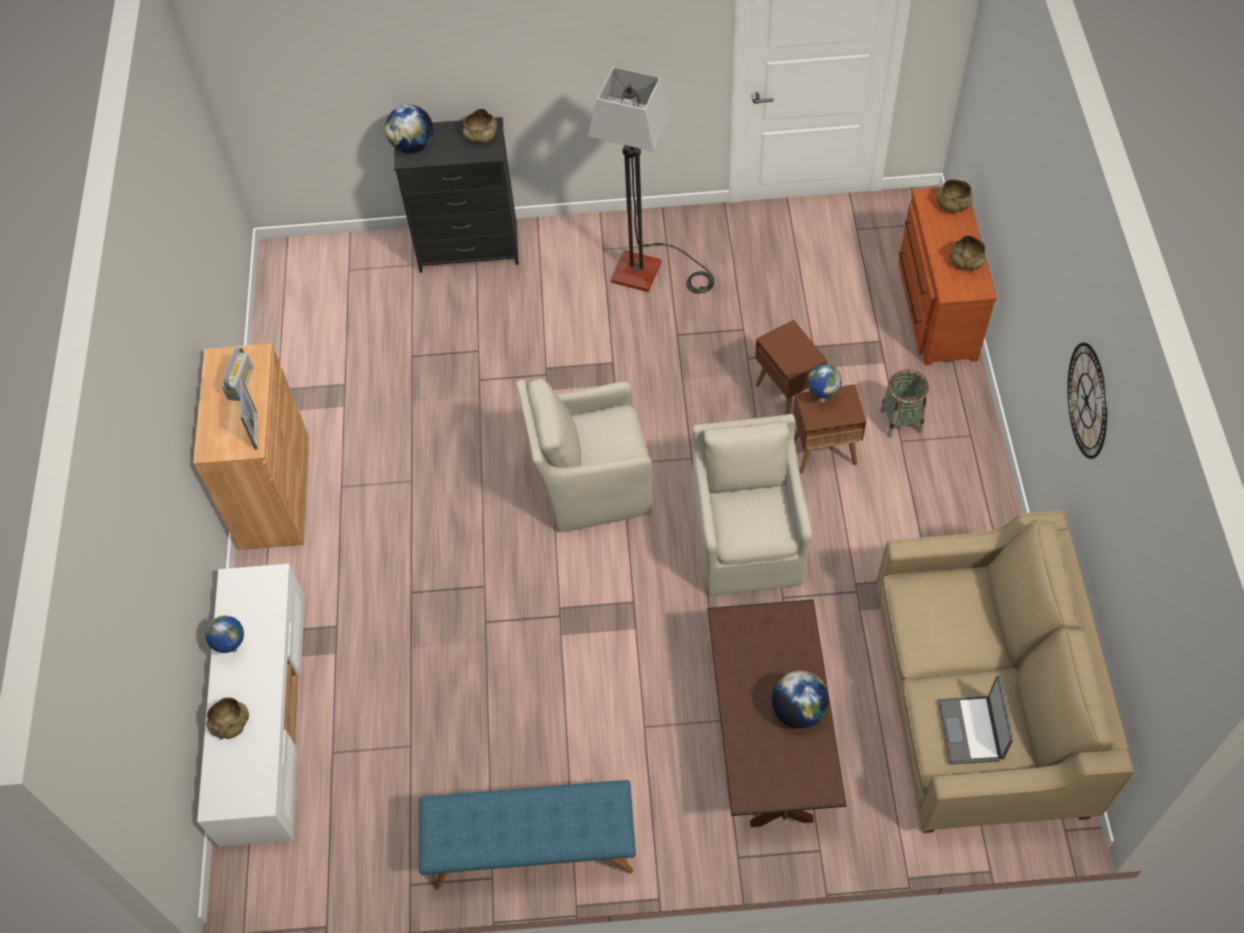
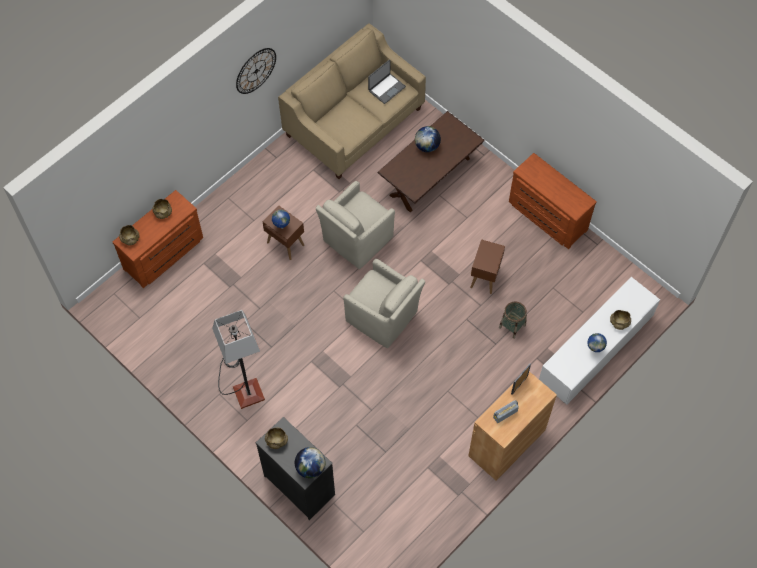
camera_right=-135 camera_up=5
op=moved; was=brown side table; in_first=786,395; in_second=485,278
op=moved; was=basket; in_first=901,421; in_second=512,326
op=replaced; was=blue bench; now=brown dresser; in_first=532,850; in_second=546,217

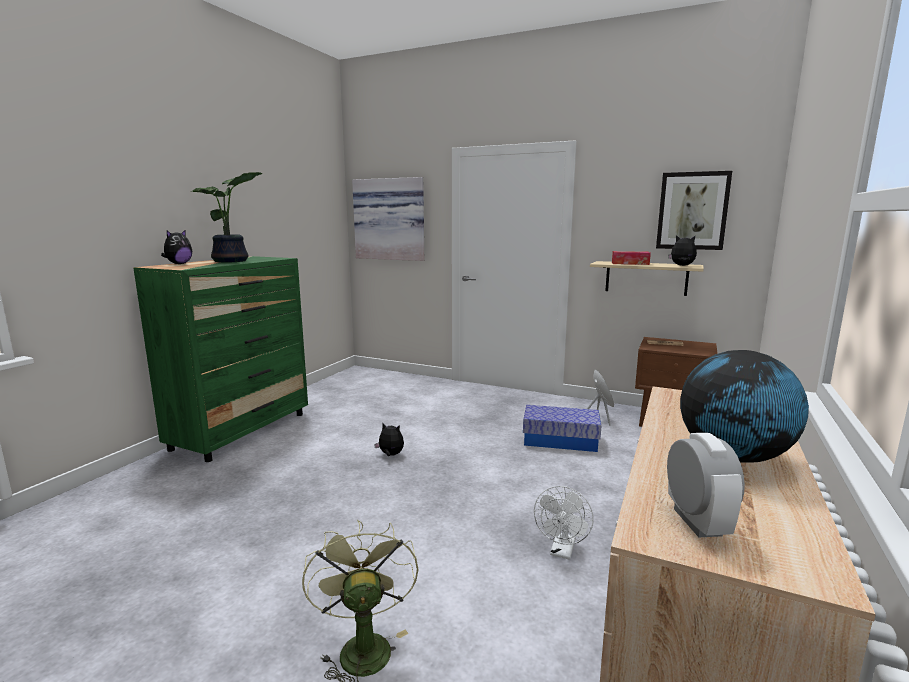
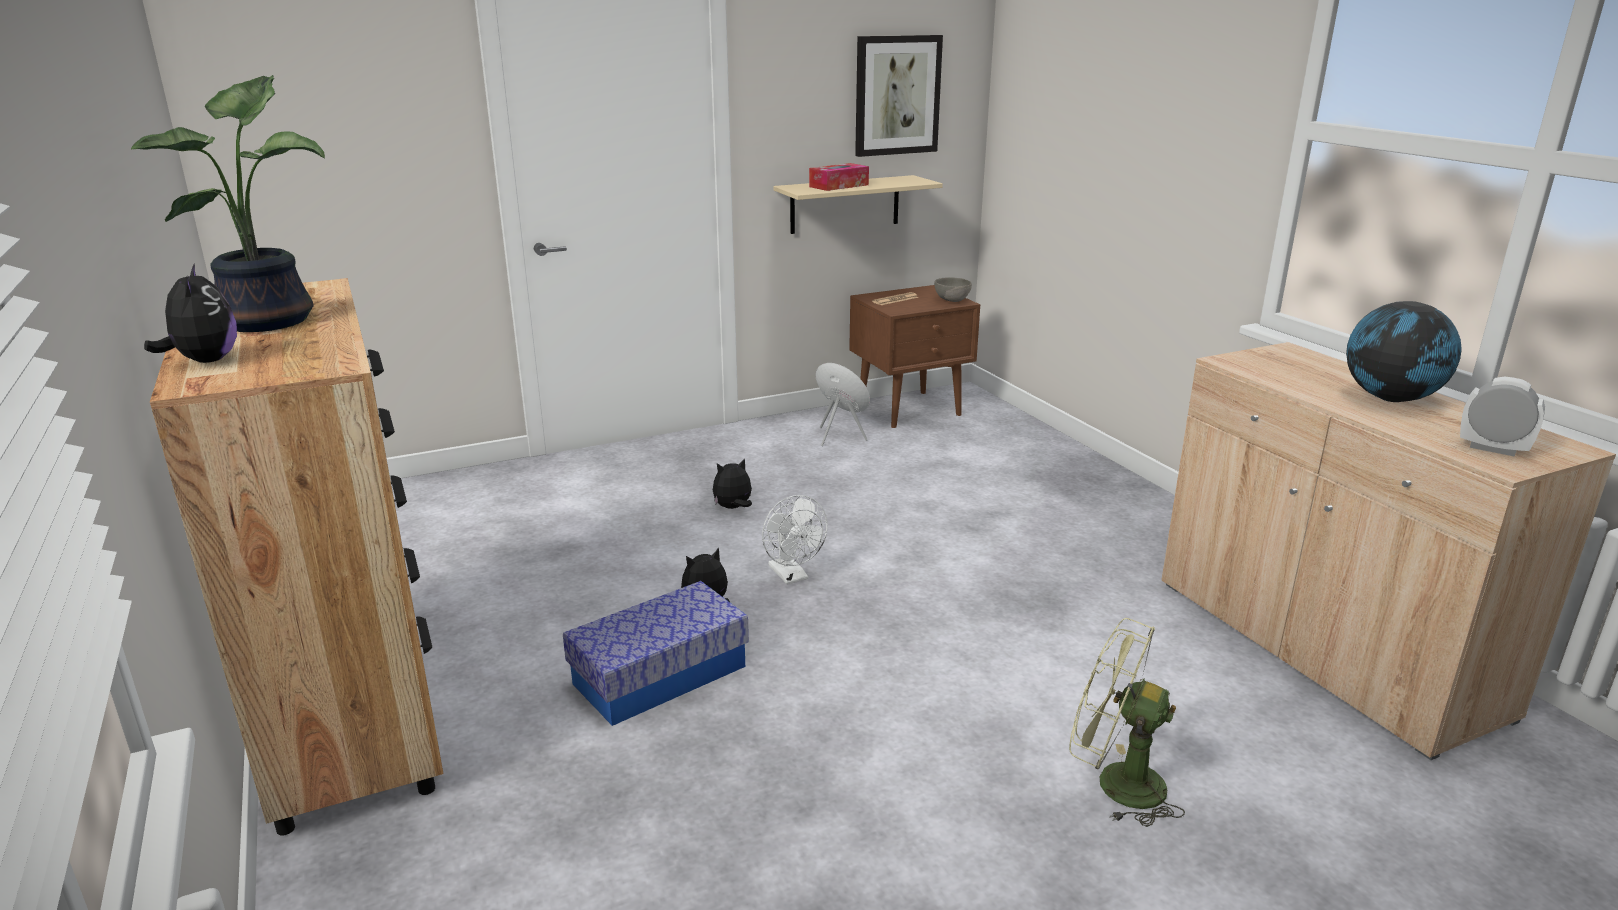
camera_right=-50 camera_up=10
op=removed; was=picture; in_first=390,219
op=added; now=grey bowl; in_second=952,300
op=moved; was=storage box; in_first=560,440; in_second=660,675
op=moved; was=white fan; in_first=562,551; in_second=792,576
op=moved; was=plush toy; in_first=682,266; in_second=733,508
op=recoloured; was=green dresser; now=brown dresser; in_first=242,431; in_second=352,715

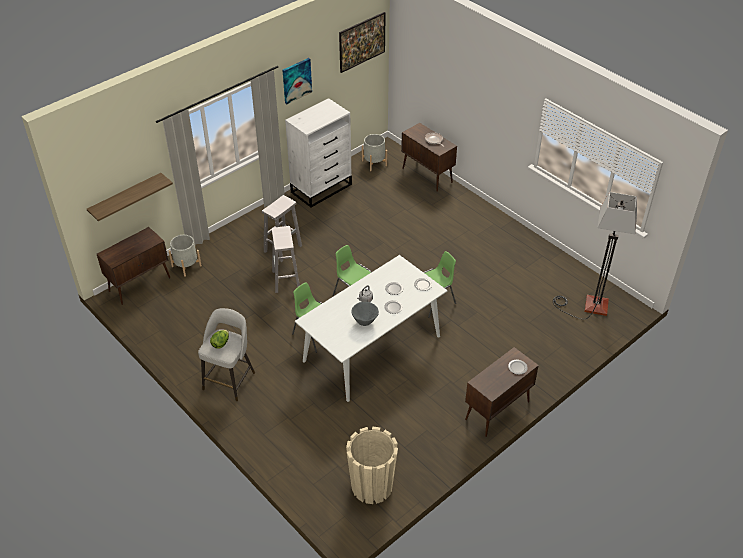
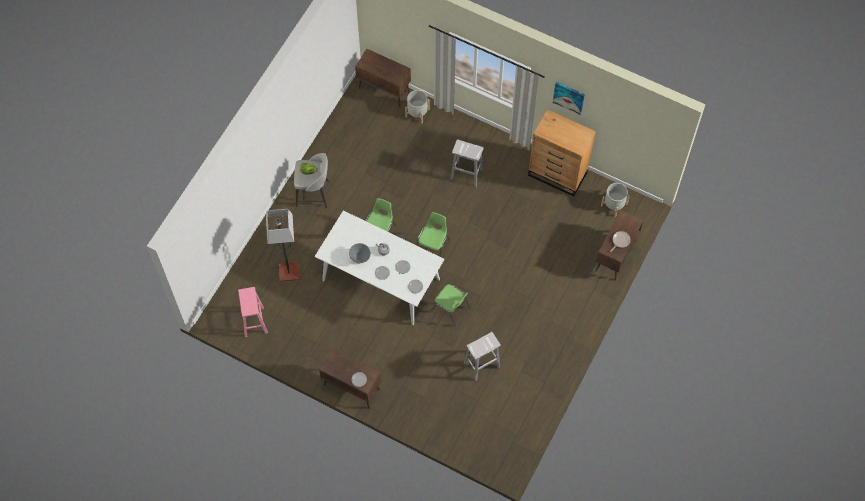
camera_right=70 camera_up=20
op=removed; was=shelf; in_first=126,197
op=removed; was=picture; in_first=362,52
op=moved; was=white stool; in_first=286,280; in_second=481,365
op=moved; was=floor lamp; in_first=588,306; in_second=286,266
op=replaced; was=beige planter; now=pink stool; in_first=372,486; in_second=254,321
op=recoloured; was=white dresser; now=brown dresser; in_first=322,188; in_second=558,174

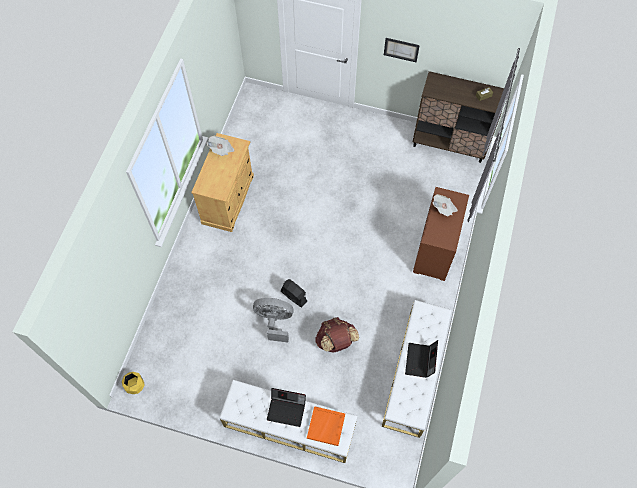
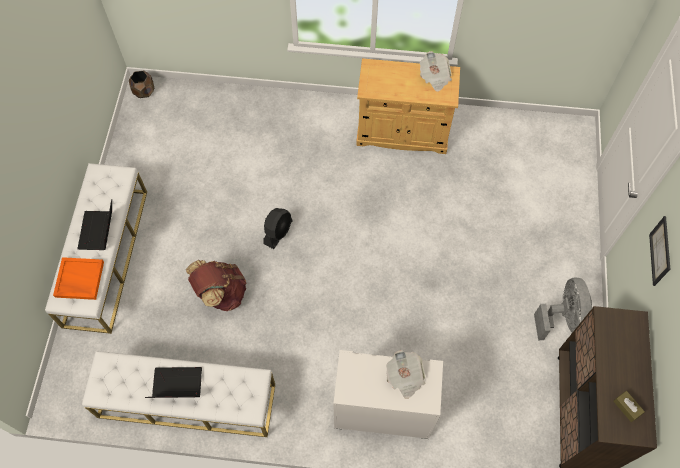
camera_right=80 camera_up=0
op=moved; was=grey fan; in_first=274,321; in_second=562,318
op=recoloured; was=yellow planter; now=brown planter; in_first=135,385; in_second=144,91
op=recoloured; was=brown dresser; now=white dresser; in_first=435,250; in_second=383,410

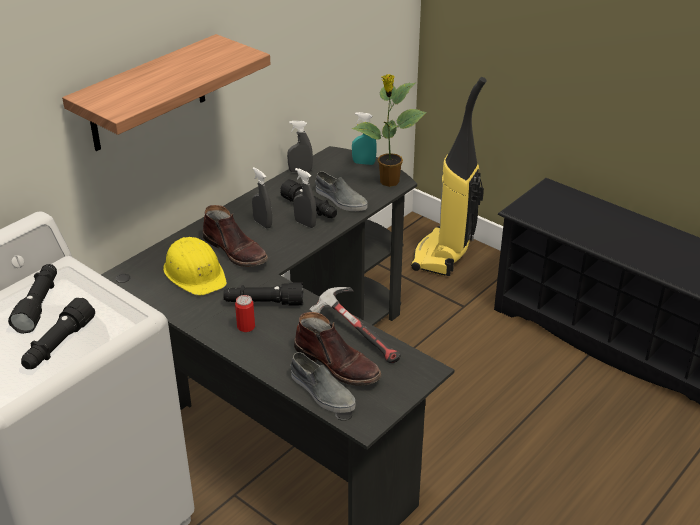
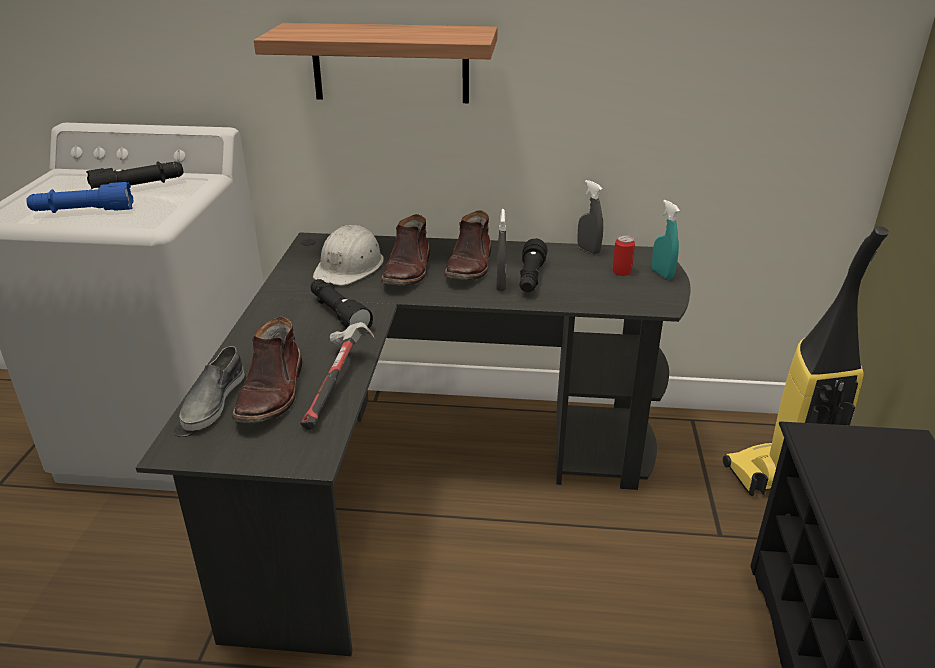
camera_right=55 camera_up=-5
op=removed; was=grey shoe; in_first=340,199
op=removed; was=potted plant; in_first=388,182
op=moved; was=can; in_first=246,327; in_second=621,271
op=replaced; was=grey spray bottle; now=brown boot; in_first=263,224; in_second=470,266
op=recoloured; was=black flashlight; now=blue flashlight; in_first=58,345; in_second=83,212
op=recoloured; was=yellow hard hat; now=white hard hat; in_first=195,273; in_second=350,266

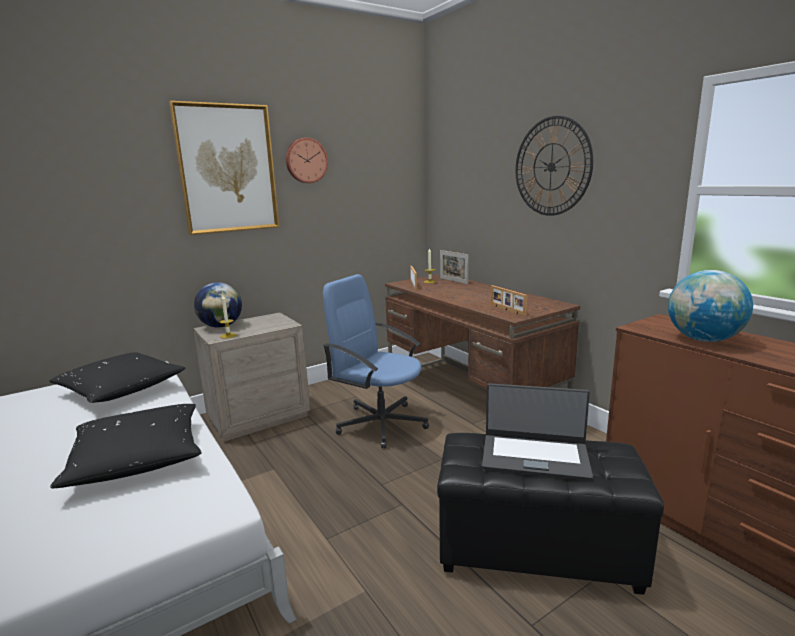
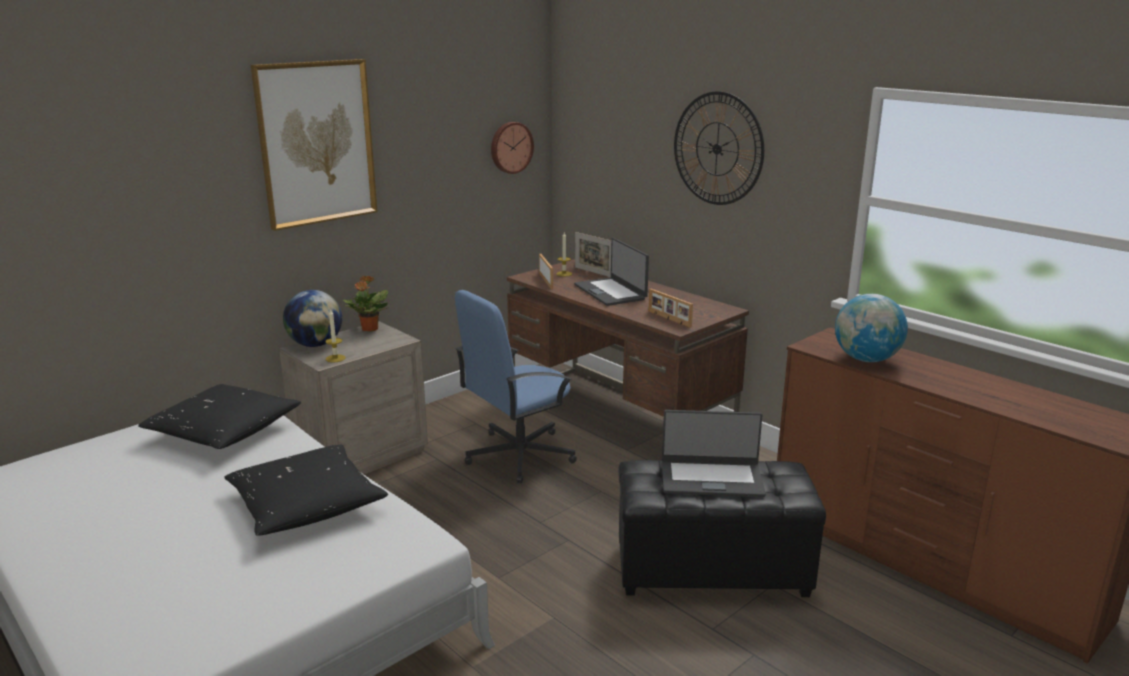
camera_right=-10 camera_up=5
op=added; now=potted plant; in_second=369,329
op=added; now=laptop; in_second=611,292
op=moved; was=wall clock; in_first=306,160; in_second=510,147
op=turned; was=blue office chair; in_first=380,423; in_second=518,455; clockwise=-60

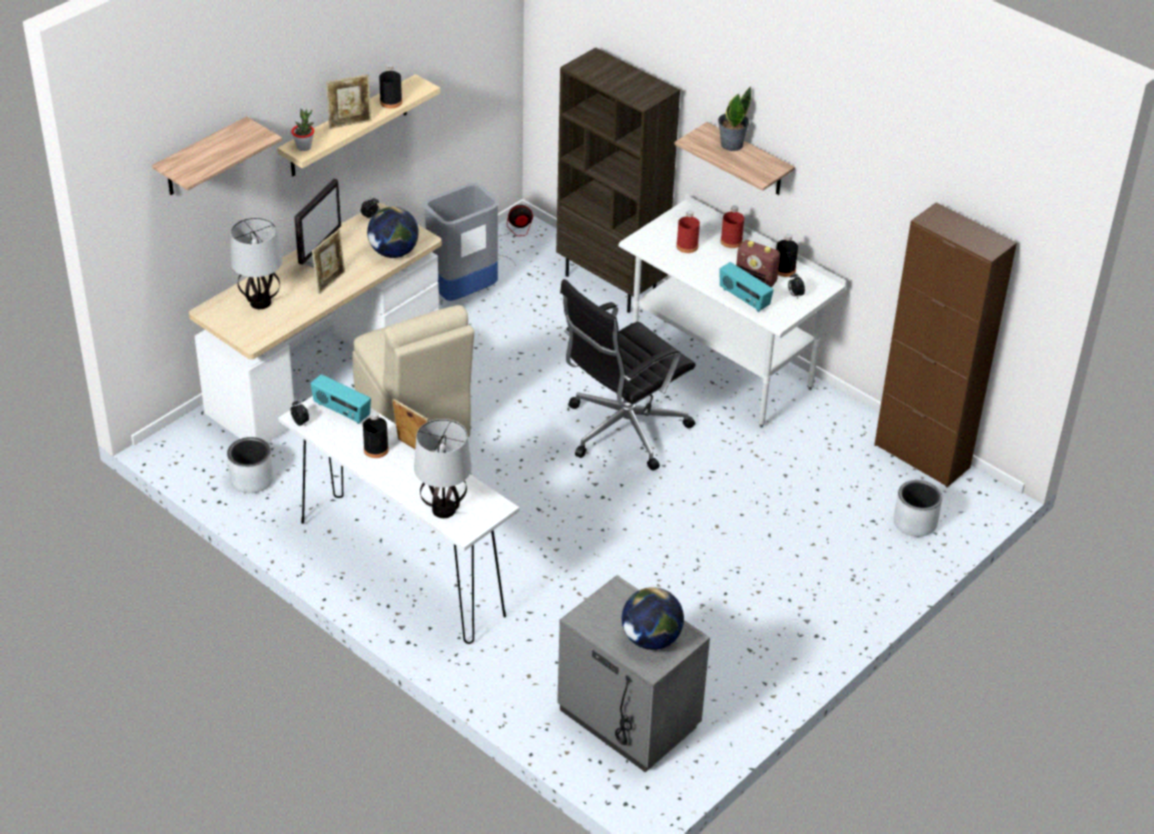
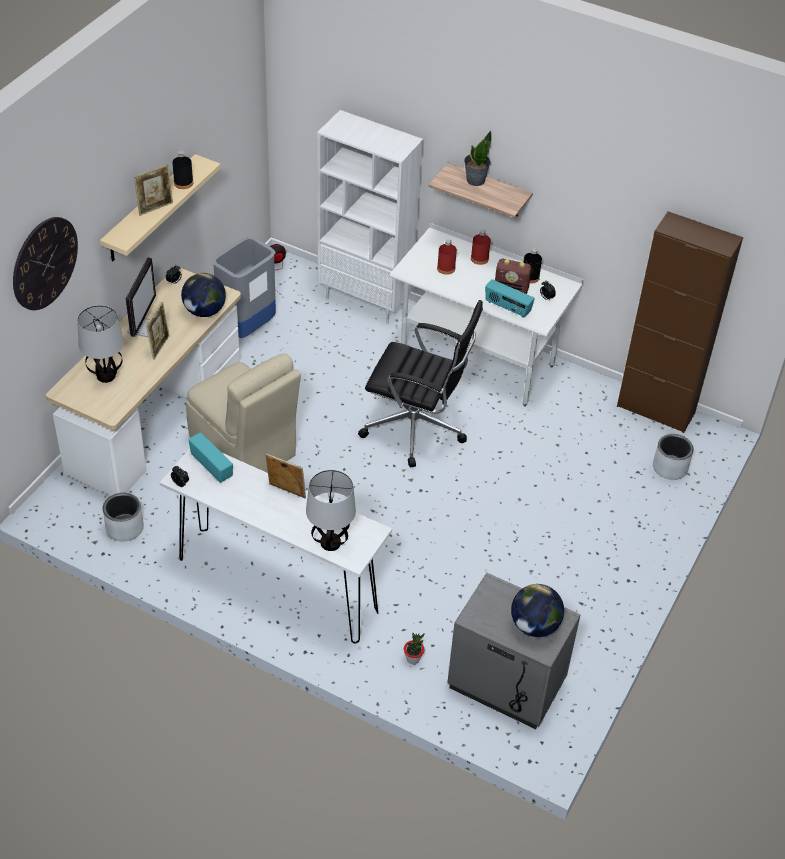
camera_right=-15 camera_up=5
op=removed; was=black bottle; in_first=376,449
op=moved; was=potted plant; in_first=304,147; in_second=413,659
op=replaced; was=shelf; now=wall clock; in_first=202,158; in_second=44,263
op=recoloured; was=brown bookcase; now=white bookcase; in_first=612,284; in_second=366,301
op=turned; was=radio; in_first=341,411; in_second=212,467; clockwise=-150
op=turned; was=black office chair; in_first=622,430; in_second=417,428; clockwise=-105

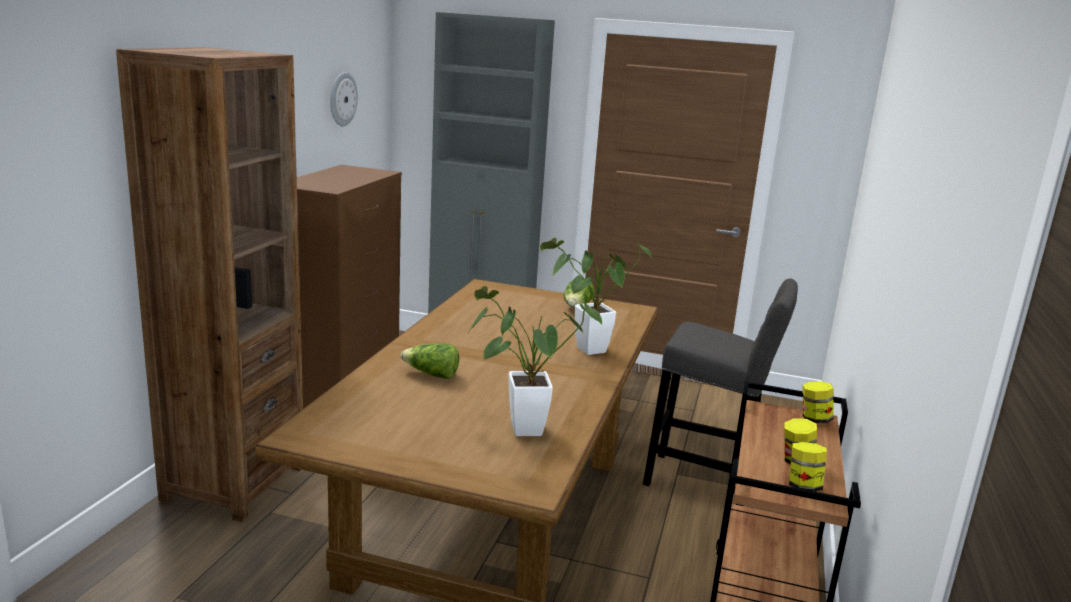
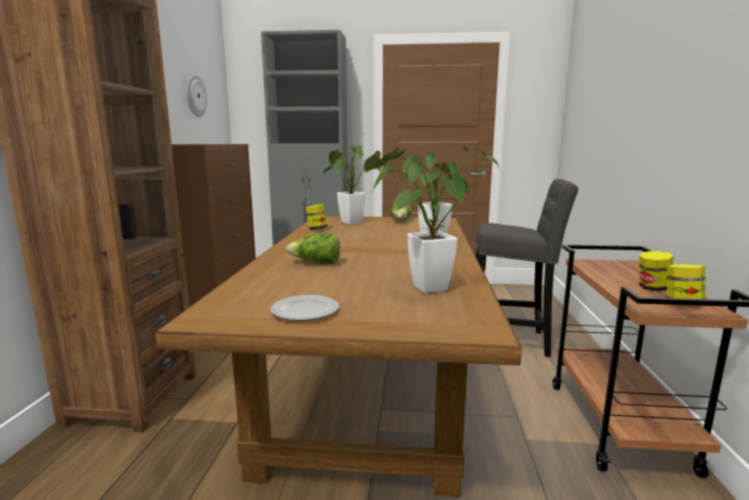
camera_right=-10 camera_up=-5
op=added; now=plate; in_second=304,311
op=added; now=potted plant; in_second=349,222
op=moved; was=jar; in_first=814,419; in_second=317,229

